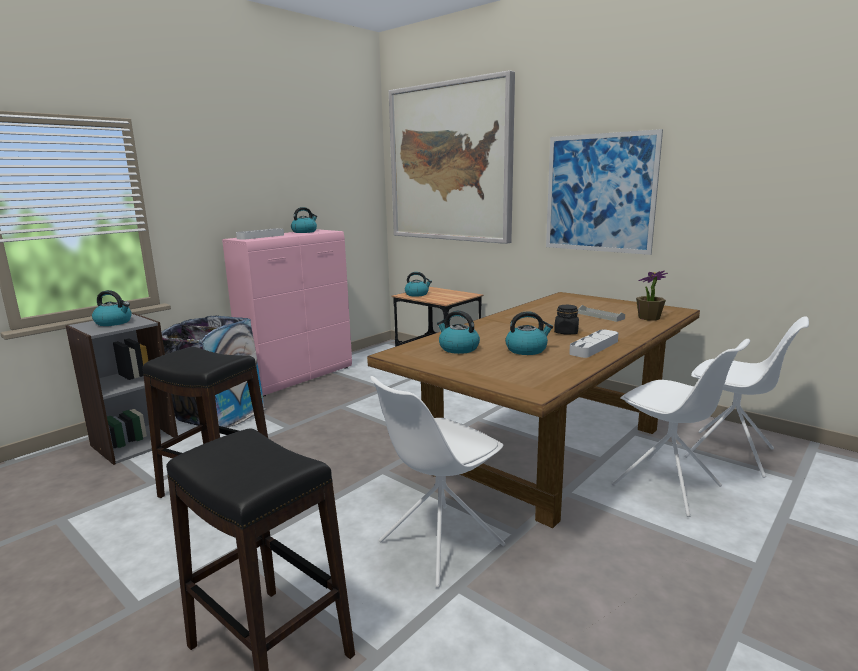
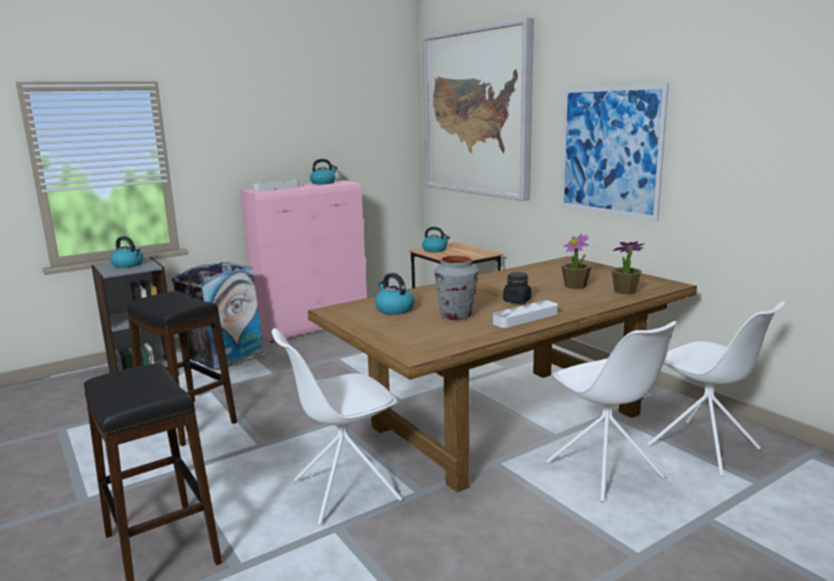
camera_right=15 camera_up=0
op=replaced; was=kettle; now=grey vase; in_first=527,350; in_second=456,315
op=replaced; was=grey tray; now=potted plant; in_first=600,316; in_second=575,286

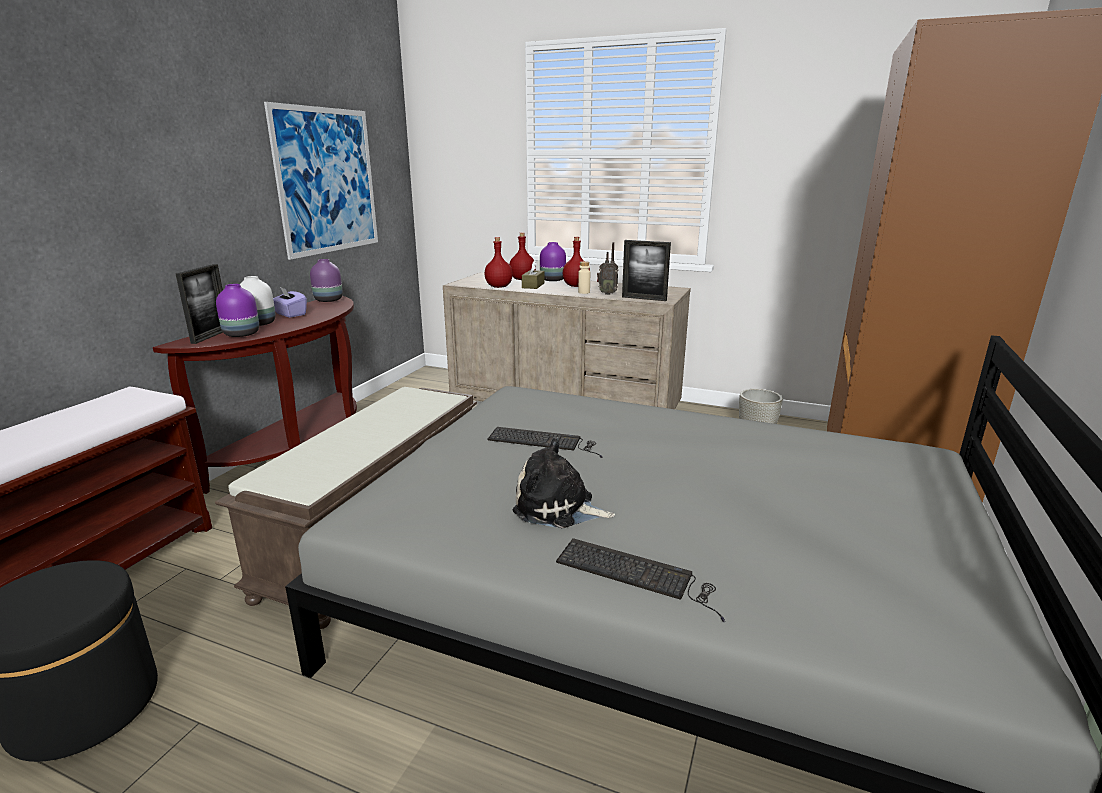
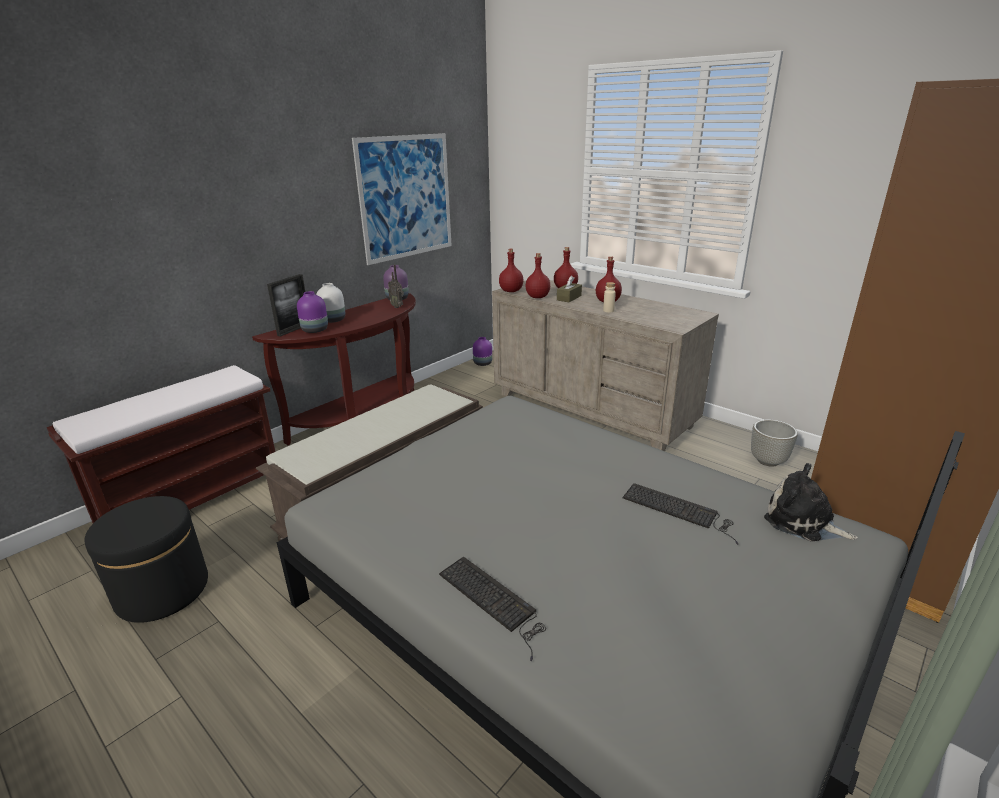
camera_right=20 camera_up=5
op=removed; was=purple tissue box; in_first=290,314
op=removed; was=picture frame; in_first=644,298
op=added; now=red bottle; in_second=511,291
op=moved; was=keyboard; in_first=544,441; in_second=679,510
op=moved; was=plush toy; in_first=558,508; in_second=803,521
op=moved; was=purple vase; in_first=552,280; in_second=482,363
op=moved; was=radio; in_first=607,293; in_second=397,307

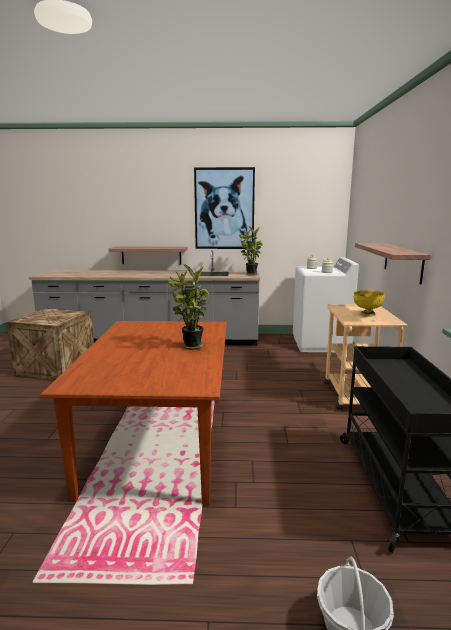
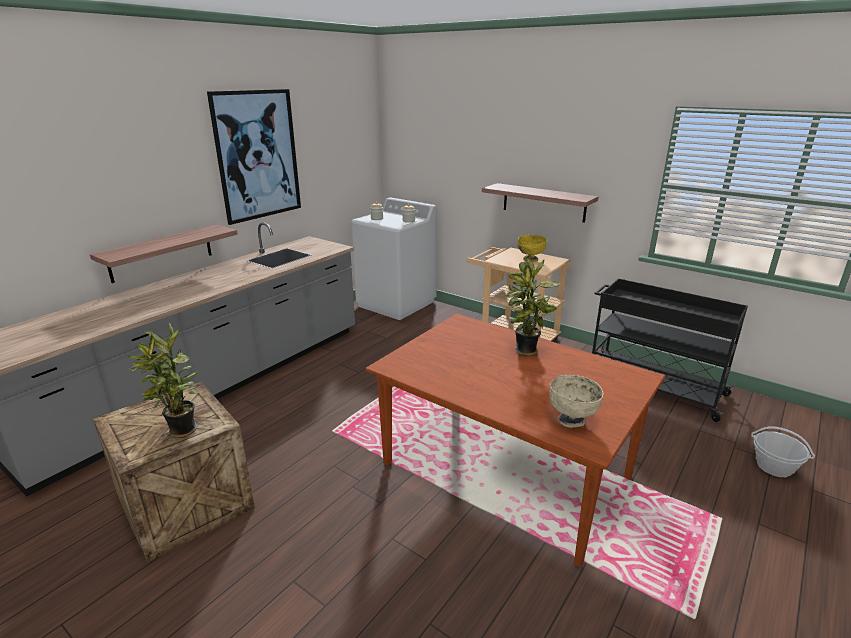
camera_right=-55 camera_up=10
op=added; now=beige bowl; in_second=572,420
op=moved; was=potted plant; in_first=250,274; in_second=180,432

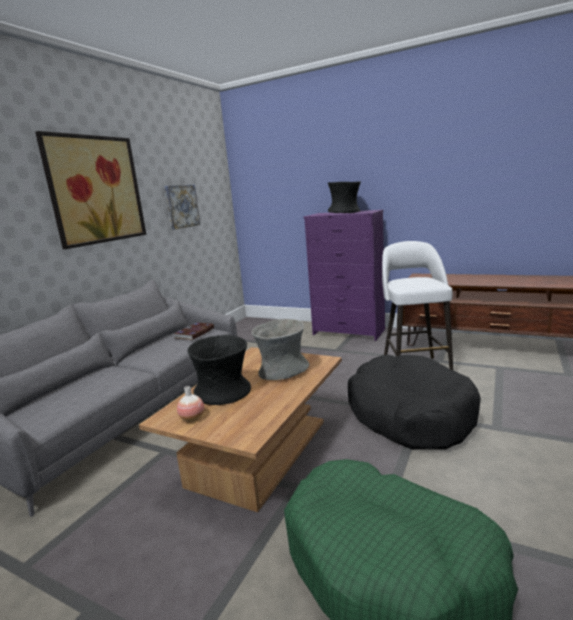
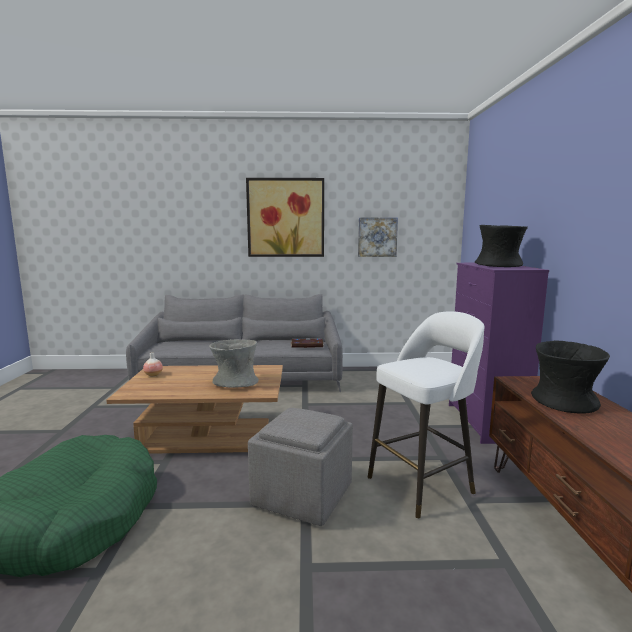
camera_right=60 camera_up=-5
op=moved; was=black vase; in_first=223,393; in_second=564,402
op=replaced; was=black dog bed; now=grey ottoman; in_first=409,414; in_second=303,496

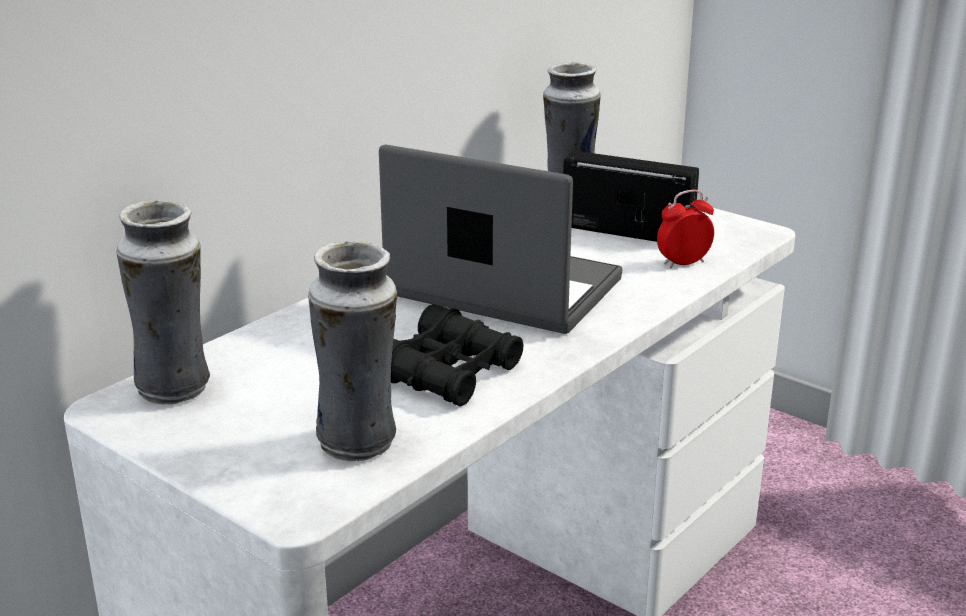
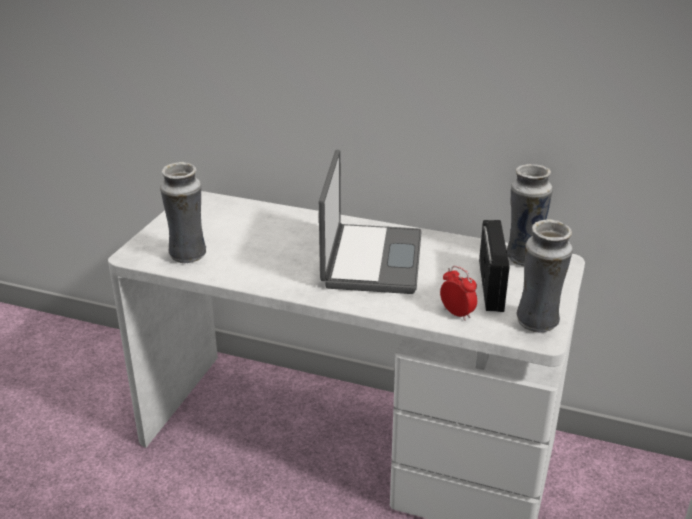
camera_right=70 camera_up=5
op=removed; was=black binoculars; in_first=447,372
op=moved; was=vase; in_first=176,389; in_second=537,323

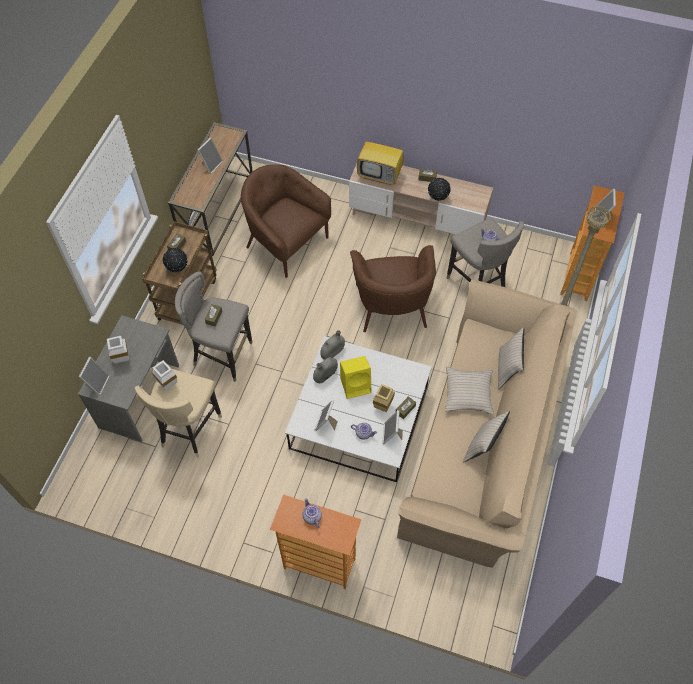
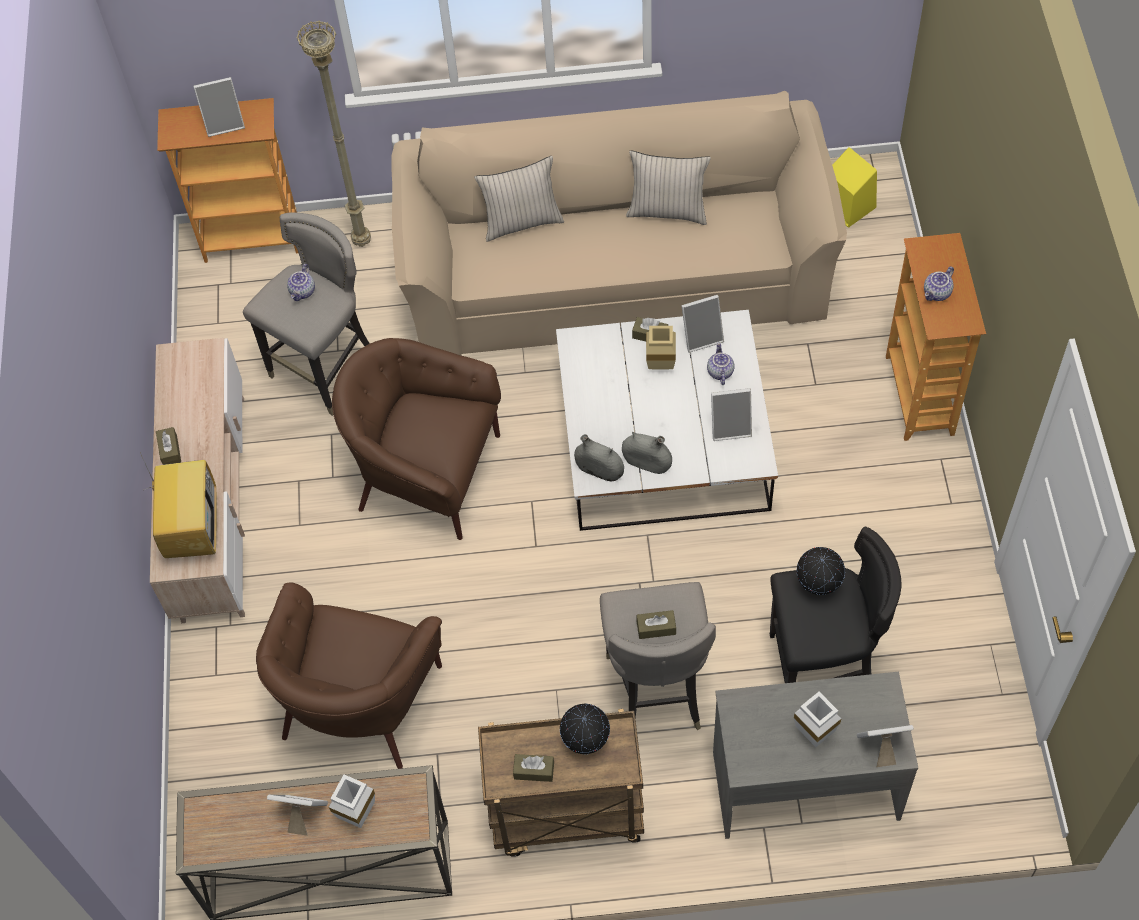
camera_right=-110 camera_up=0
op=removed; was=beige pillow; in_first=468,393
op=moved; was=white vase; in_first=169,384; in_second=357,811
op=moved; was=yellow speaker; in_first=356,384; in_second=847,205
op=moved; was=globe; in_first=438,198; in_second=818,584
op=recoloured; was=beige stool; now=black stool; in_first=189,430; in_second=822,670
op=turned; was=brown armchair; in_first=392,306; in_second=428,473; clockwise=-135

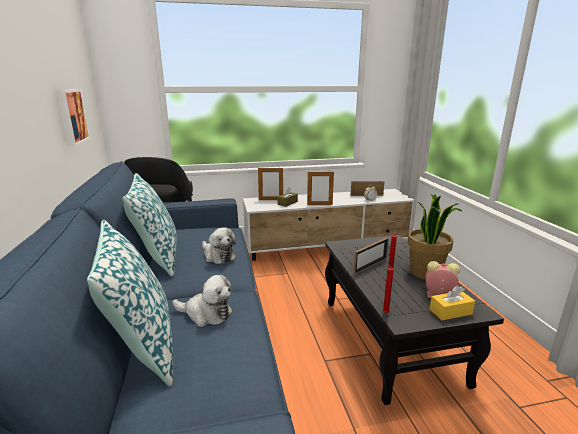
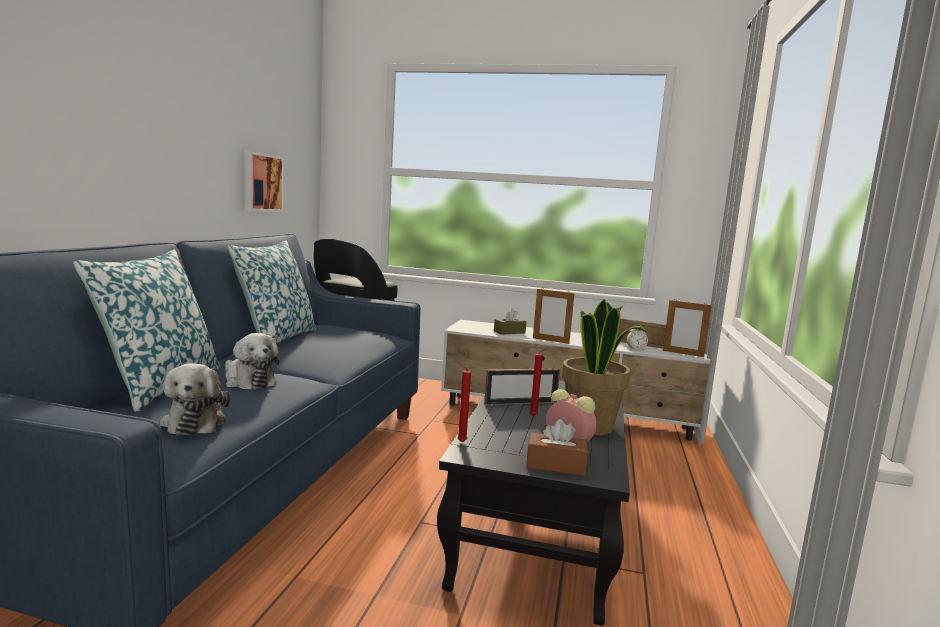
camera_right=25 camera_up=-10
op=moved; was=plush toy; in_first=218,256; in_second=195,421
op=moved; was=picture frame; in_first=271,200; in_second=683,353
op=recoloured; was=yellow tissue box; now=brown tissue box; in_first=450,312; in_second=555,465

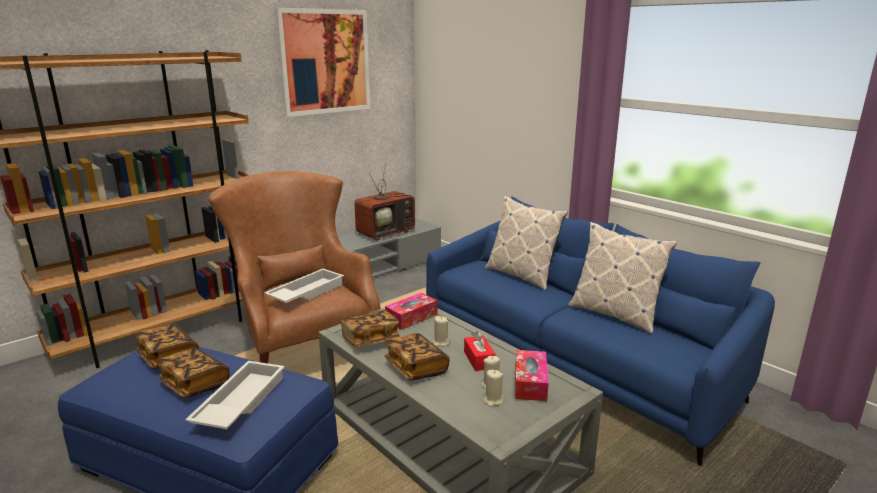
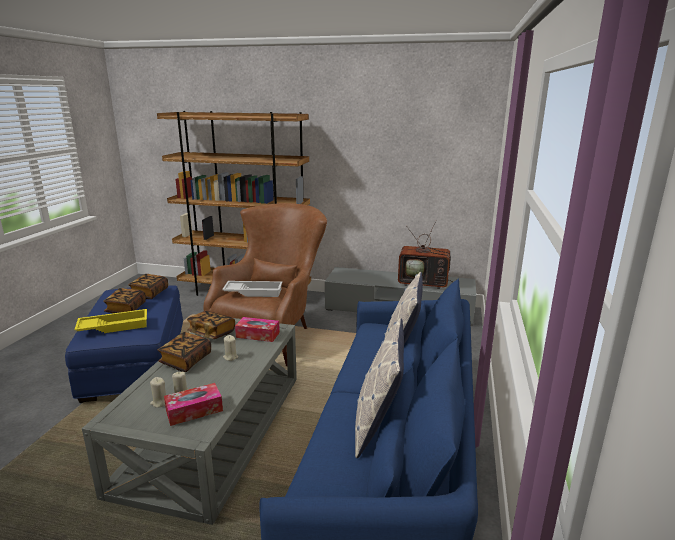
camera_right=55 camera_up=0
op=removed; was=picture; in_first=325,62
op=removed; was=red tissue box; in_first=479,360
op=recoloured; was=white tray; now=yellow tray; in_first=239,402; in_second=114,326

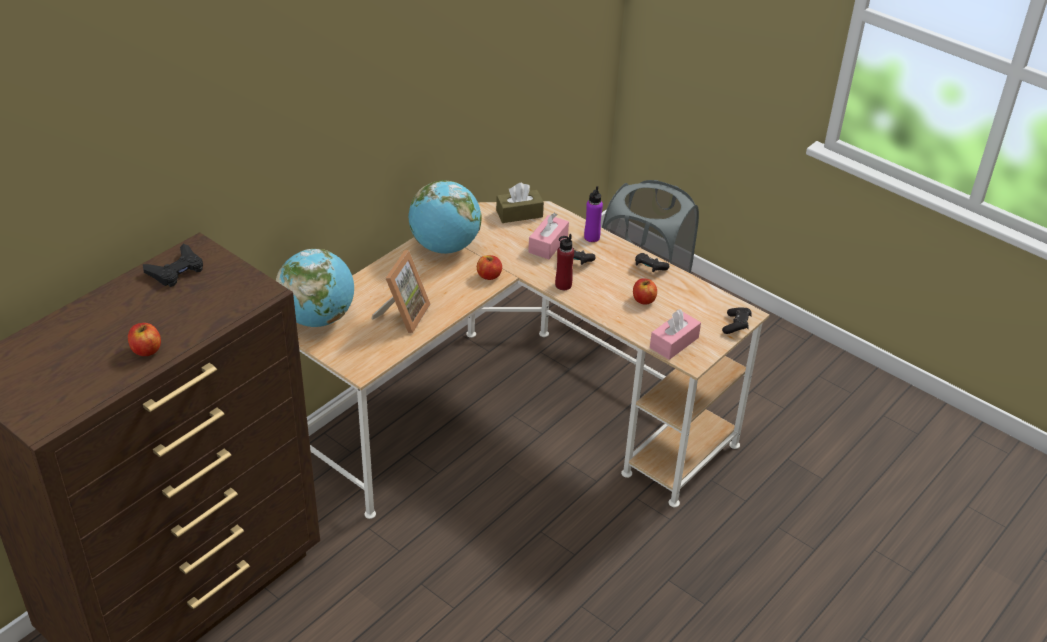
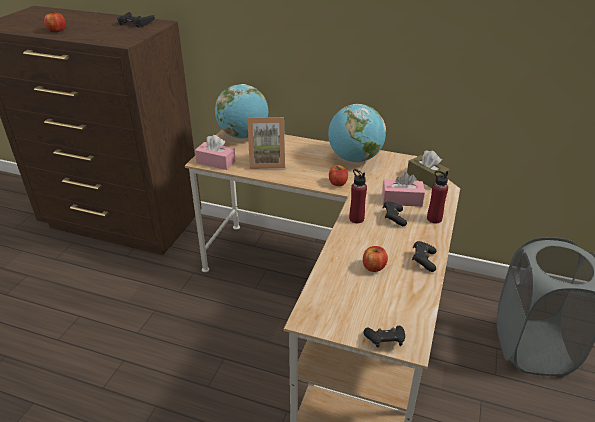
camera_right=70 camera_up=-5
op=moved; was=pink tissue box; in_first=674,343; in_second=216,162
op=recoloured; was=purple bottle; now=red bottle; in_first=591,237; in_second=434,219

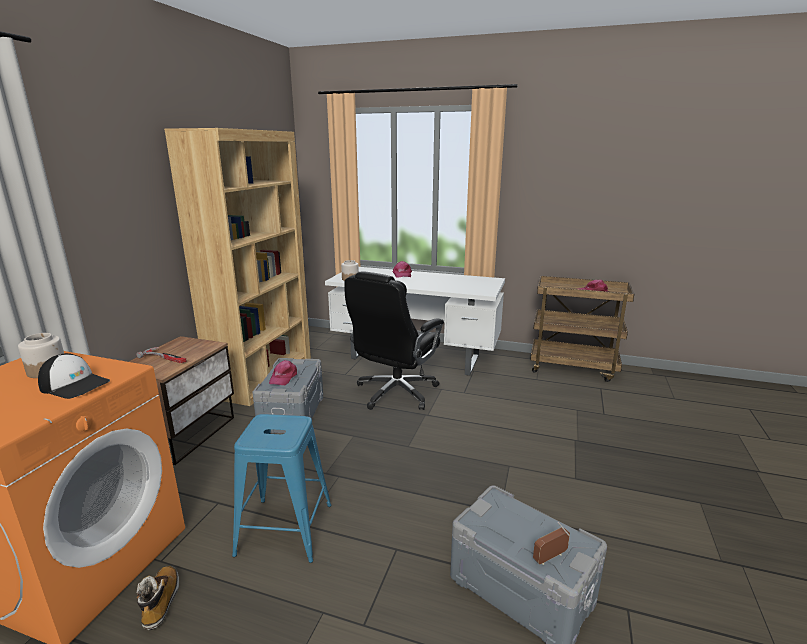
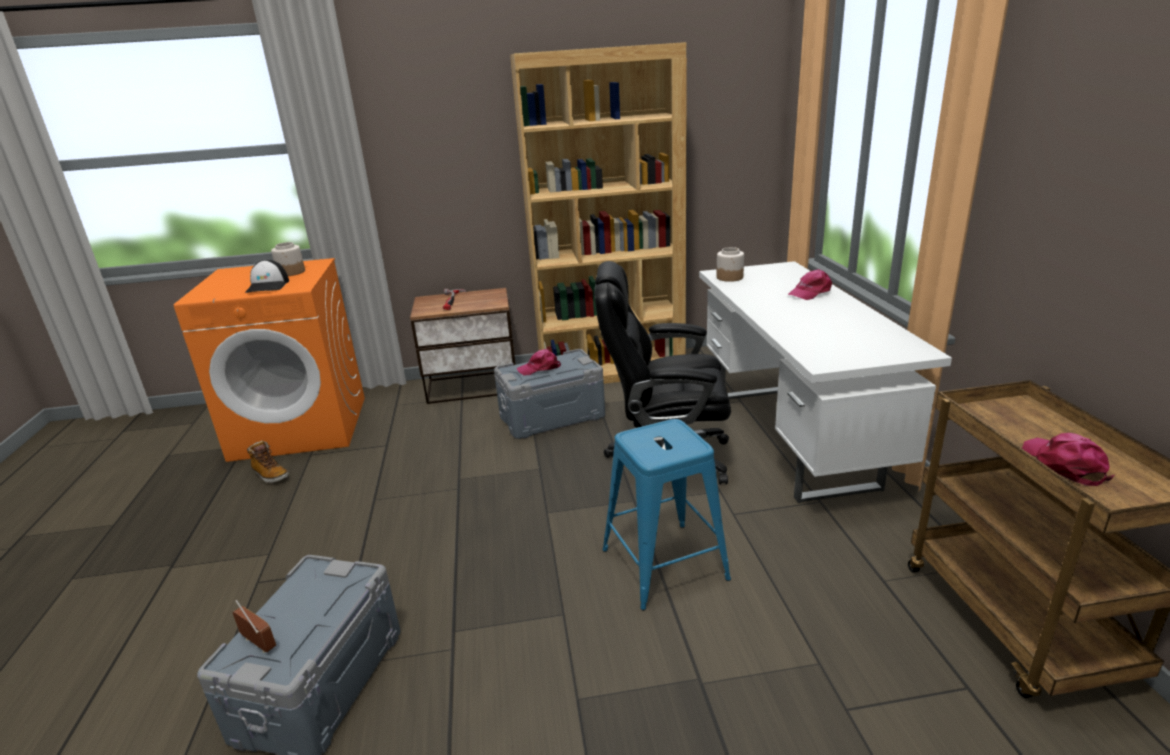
camera_right=65 camera_up=5
op=moved; was=blue stool; in_first=284,529; in_second=663,564
op=turned; was=boot; in_first=161,602; in_second=270,475; clockwise=75

